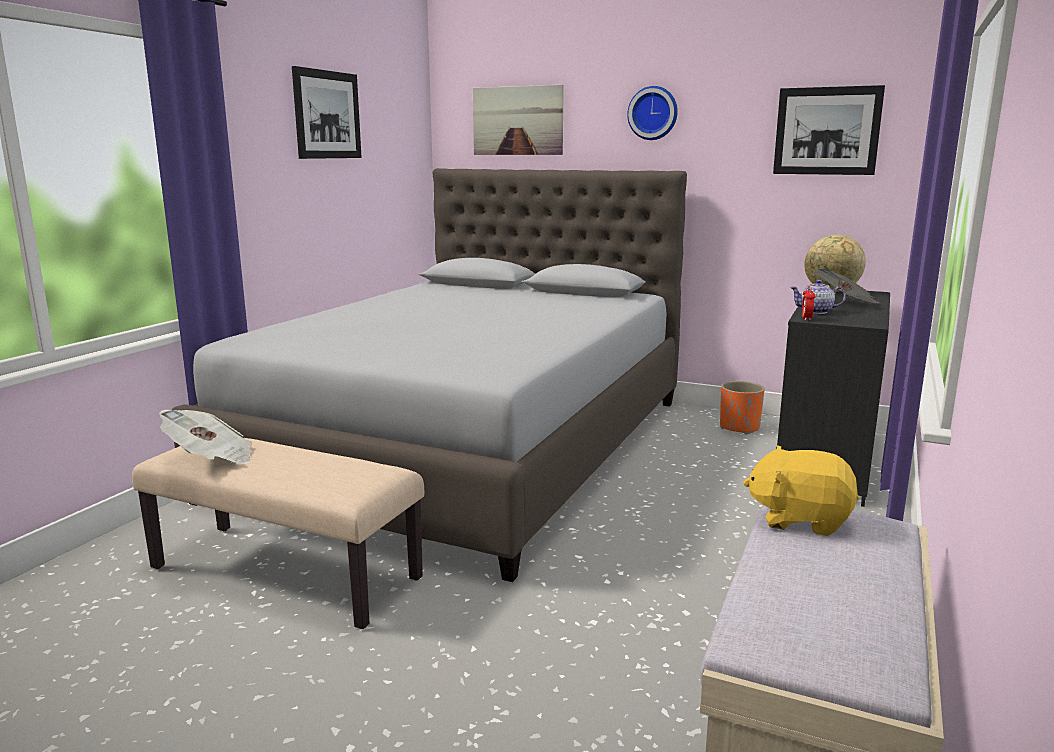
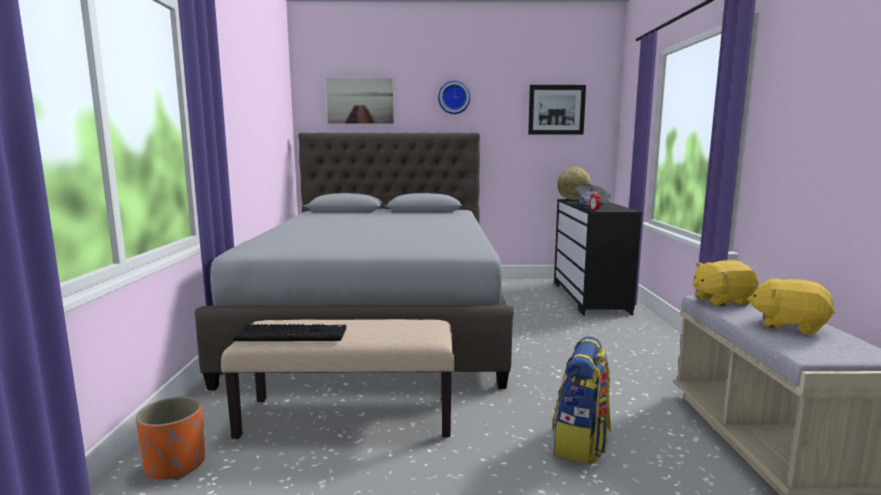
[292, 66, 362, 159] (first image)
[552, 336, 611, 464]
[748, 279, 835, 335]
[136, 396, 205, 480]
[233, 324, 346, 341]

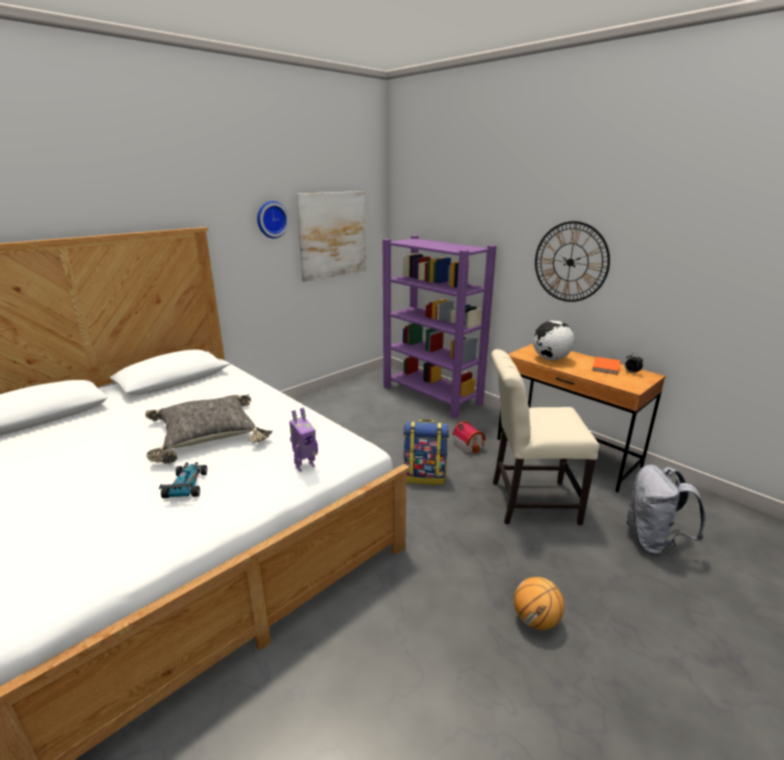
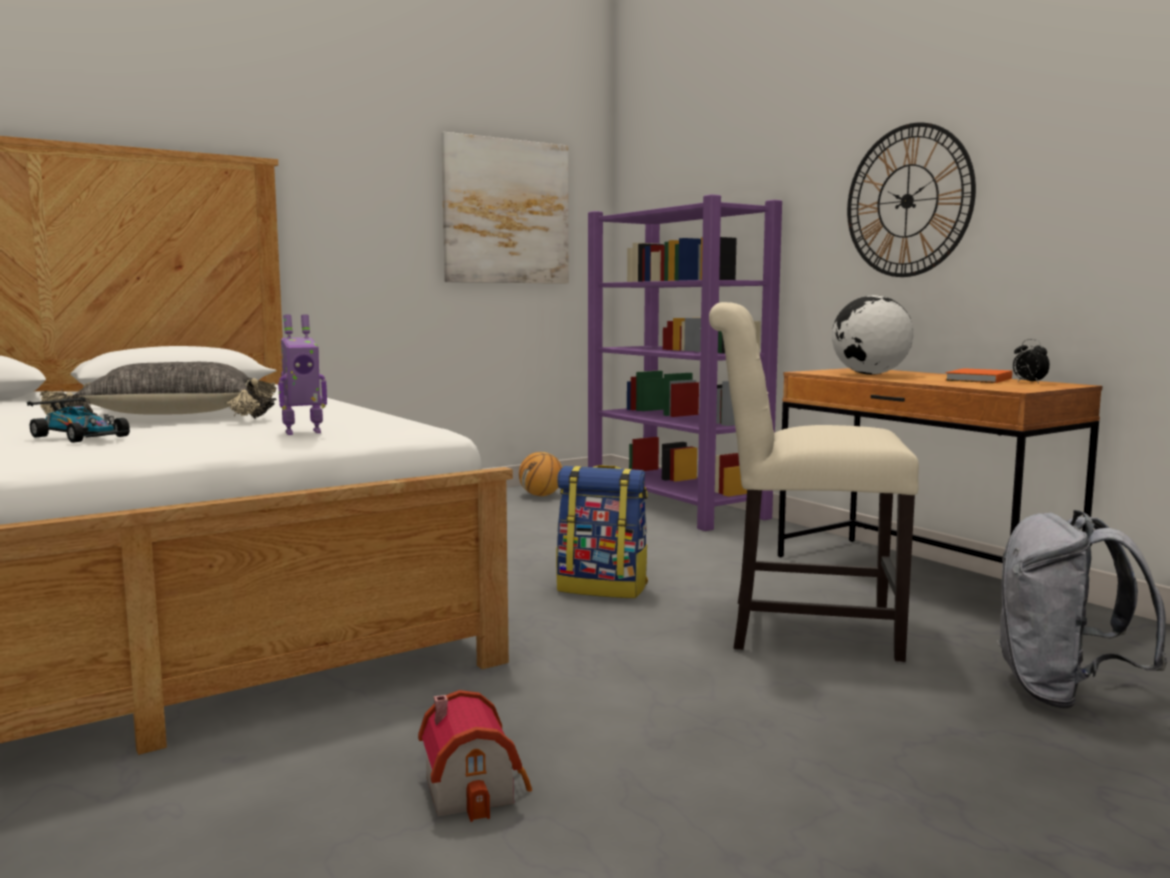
[257, 201, 289, 238] (first image)
[418, 690, 532, 822]
[519, 452, 562, 496]
[27, 390, 130, 443]

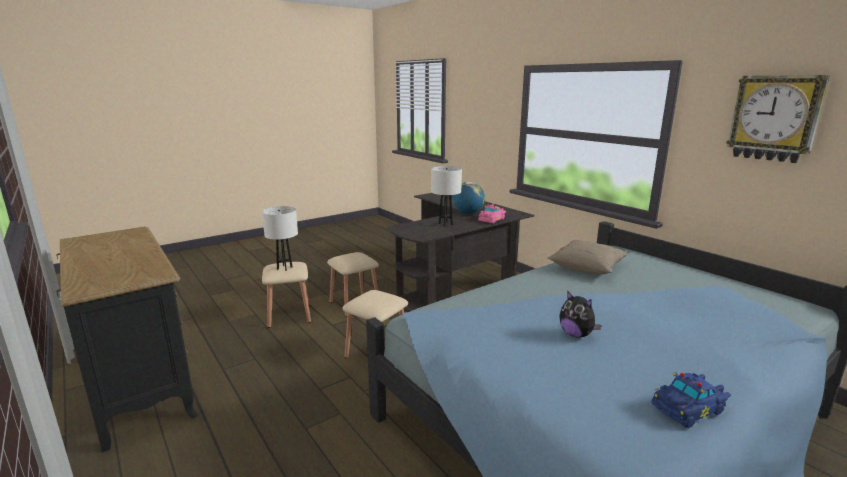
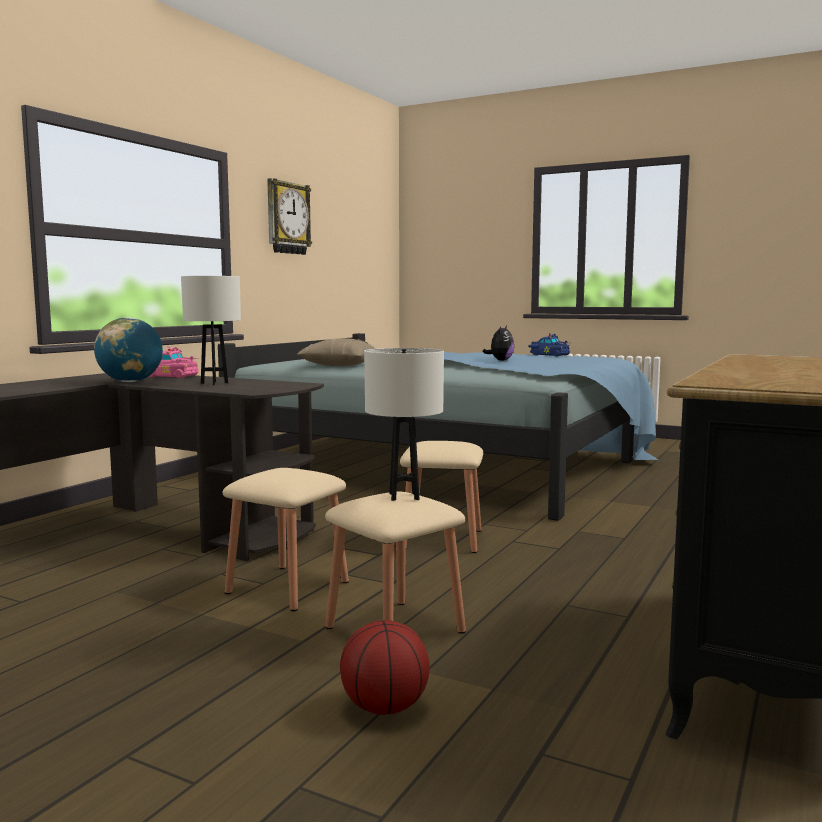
[340, 620, 430, 715]

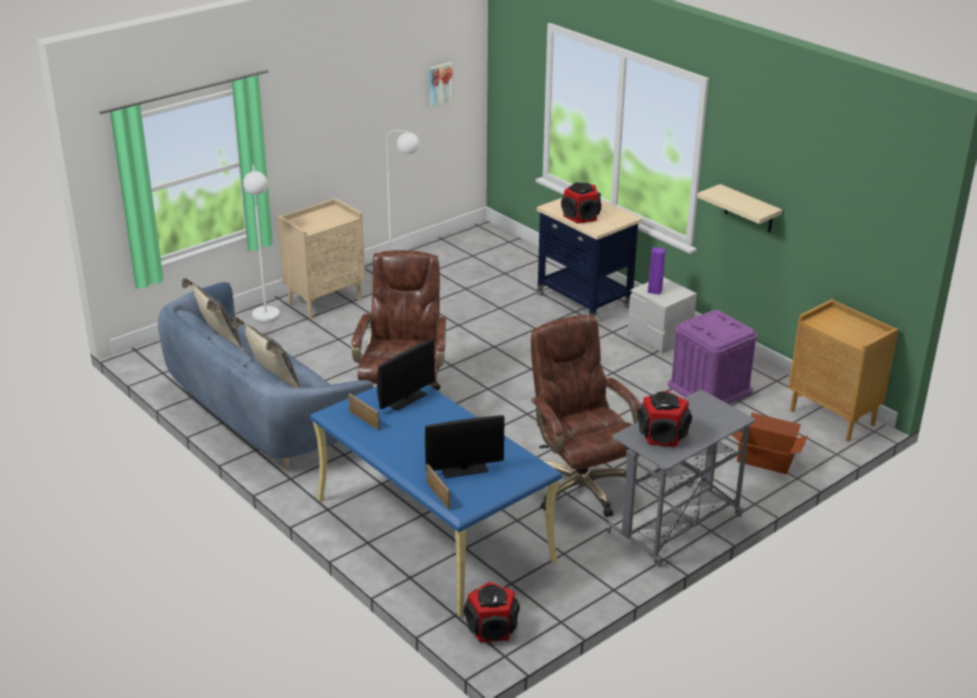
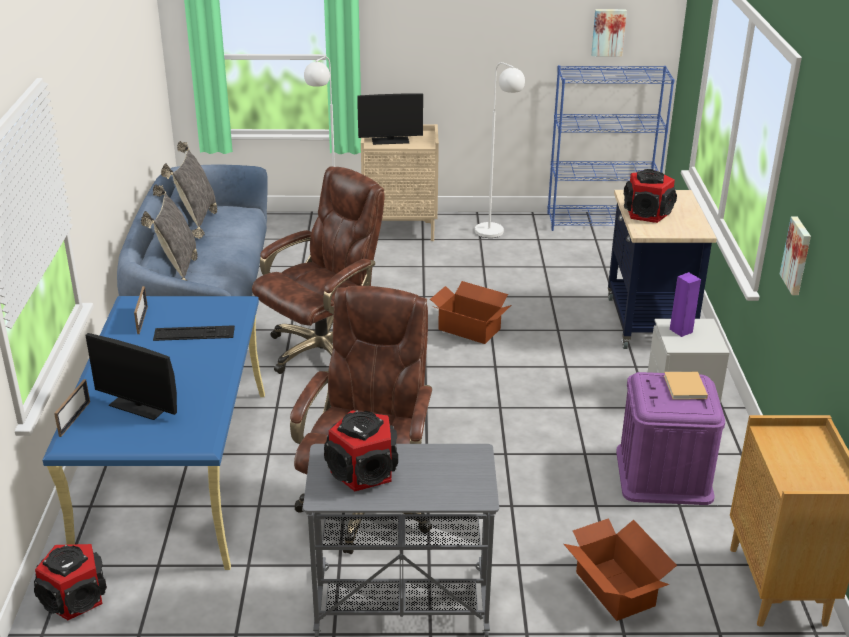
[153, 325, 235, 341]
[430, 281, 511, 344]
[547, 65, 675, 231]
[664, 372, 708, 400]
[357, 93, 423, 145]
[780, 216, 811, 295]

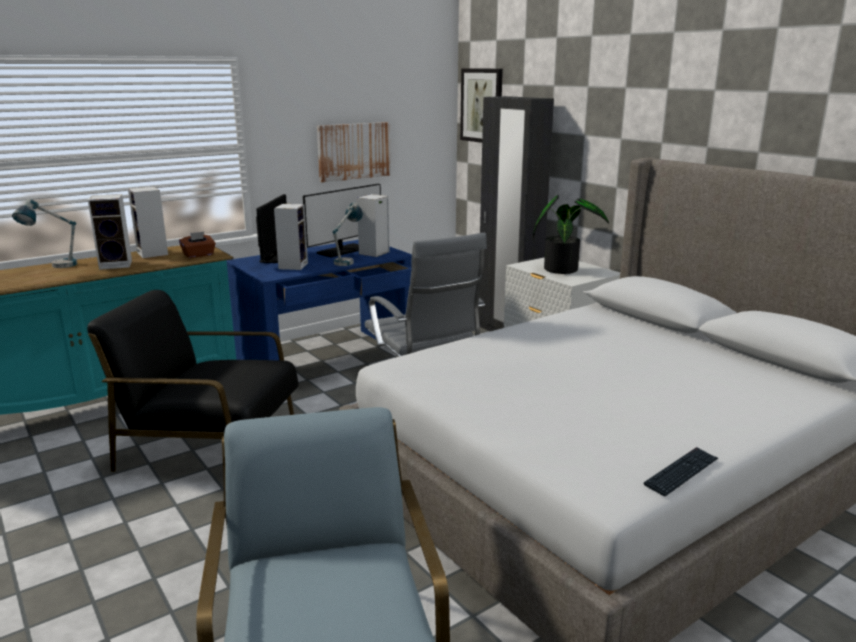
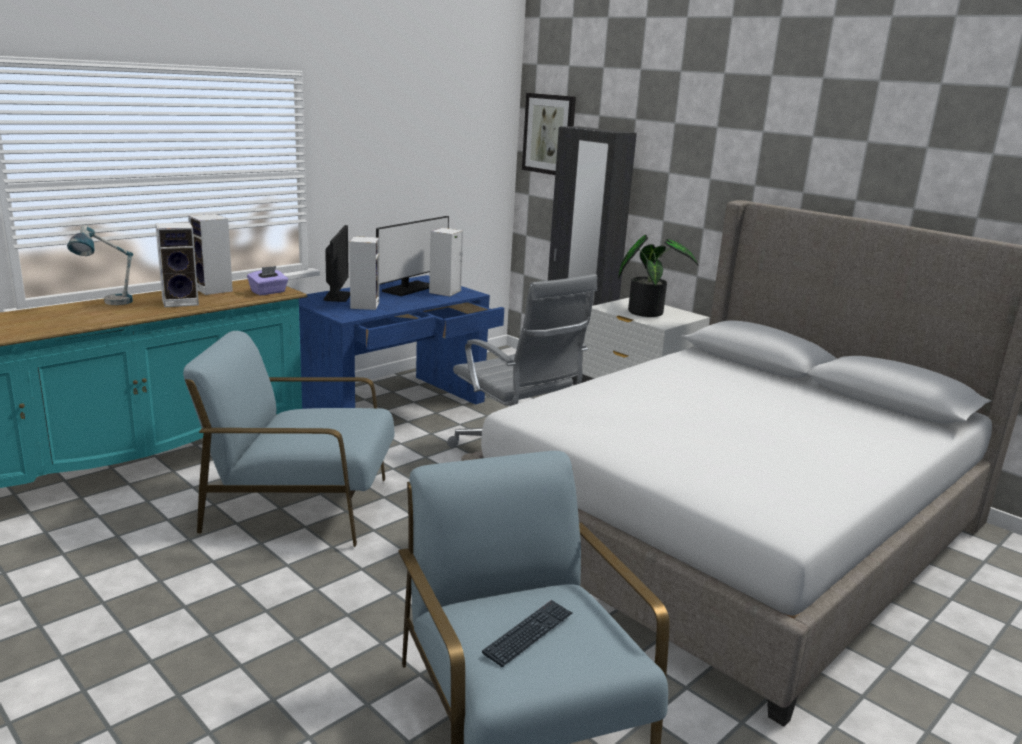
[317, 122, 391, 182] (first image)
[333, 202, 363, 266] (first image)
[482, 600, 572, 667]
[183, 331, 395, 547]
[247, 266, 288, 295]

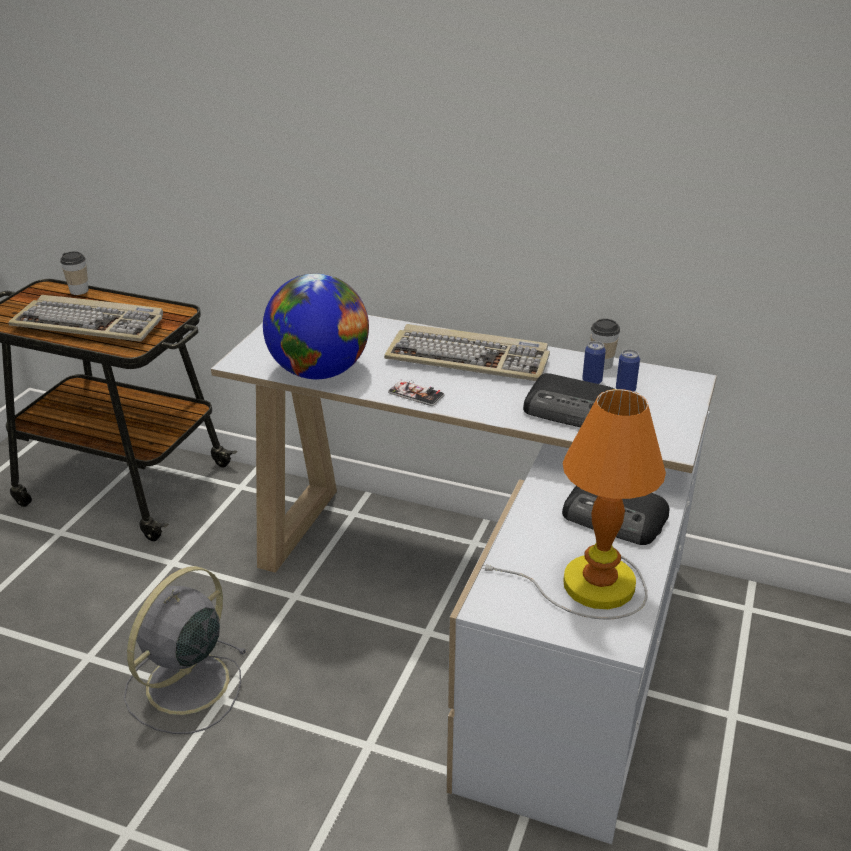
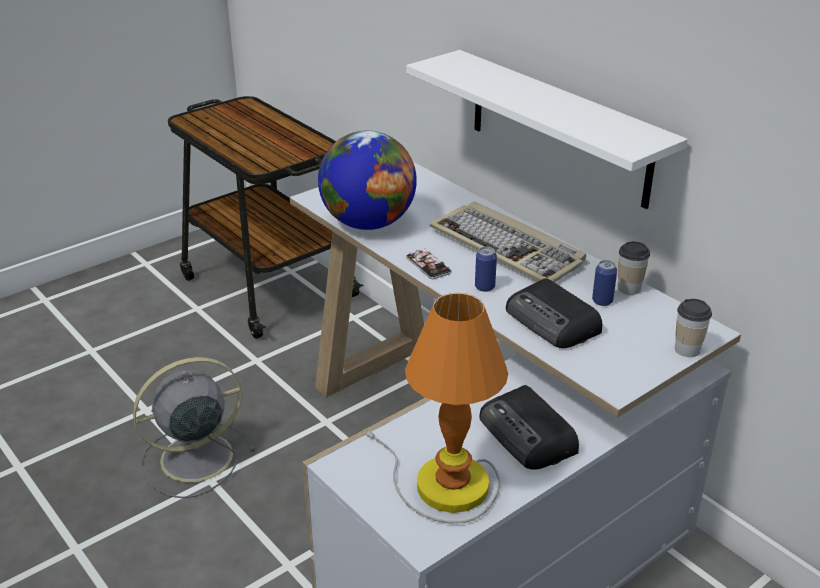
[9, 295, 163, 342] (first image)
[406, 50, 688, 209]
[675, 299, 712, 357]
[475, 246, 497, 292]

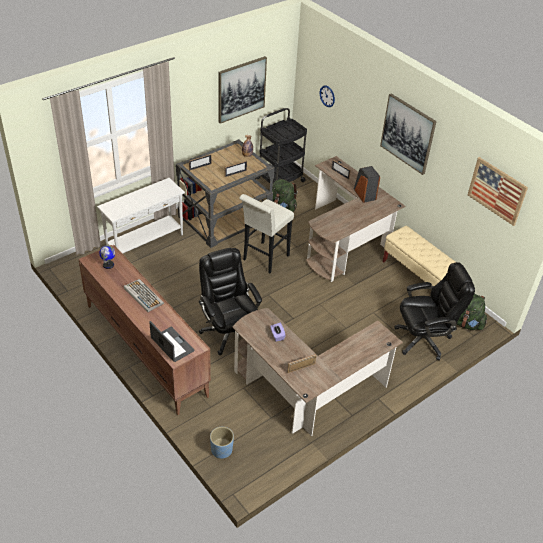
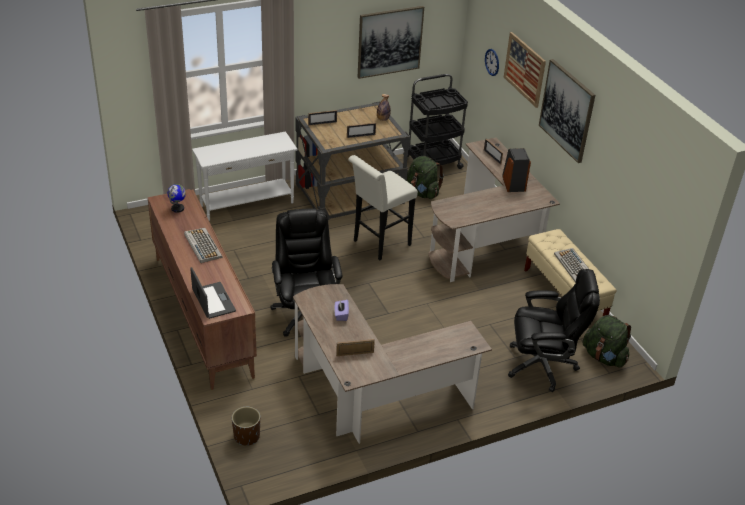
[554, 248, 589, 283]
[504, 32, 546, 108]
[232, 407, 260, 446]

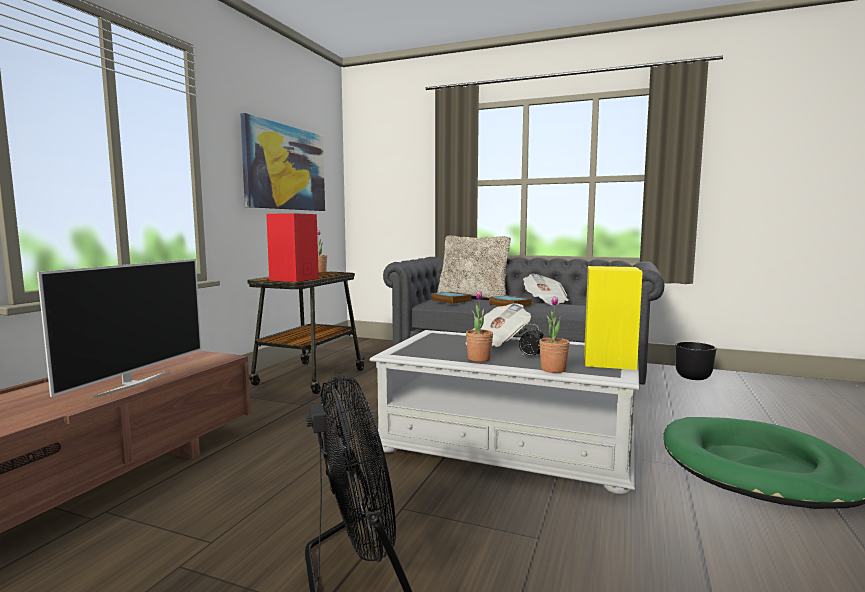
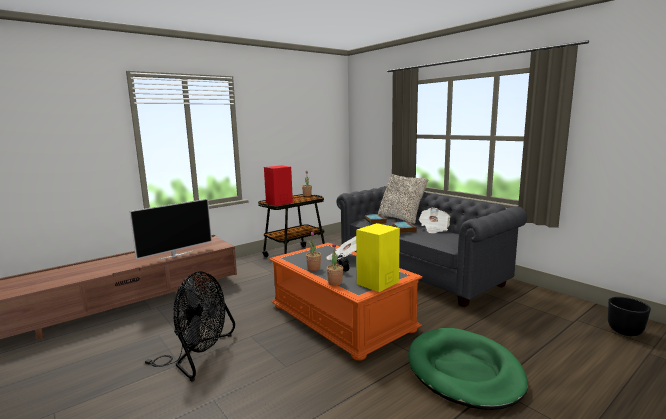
[240, 113, 325, 211] (first image)
[608, 297, 651, 336]
[269, 243, 423, 361]

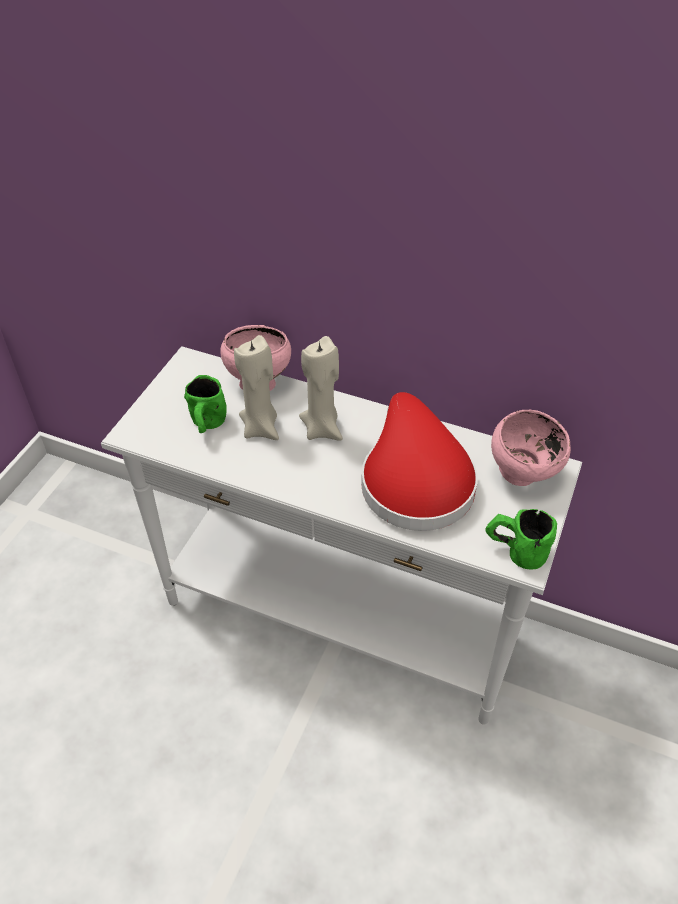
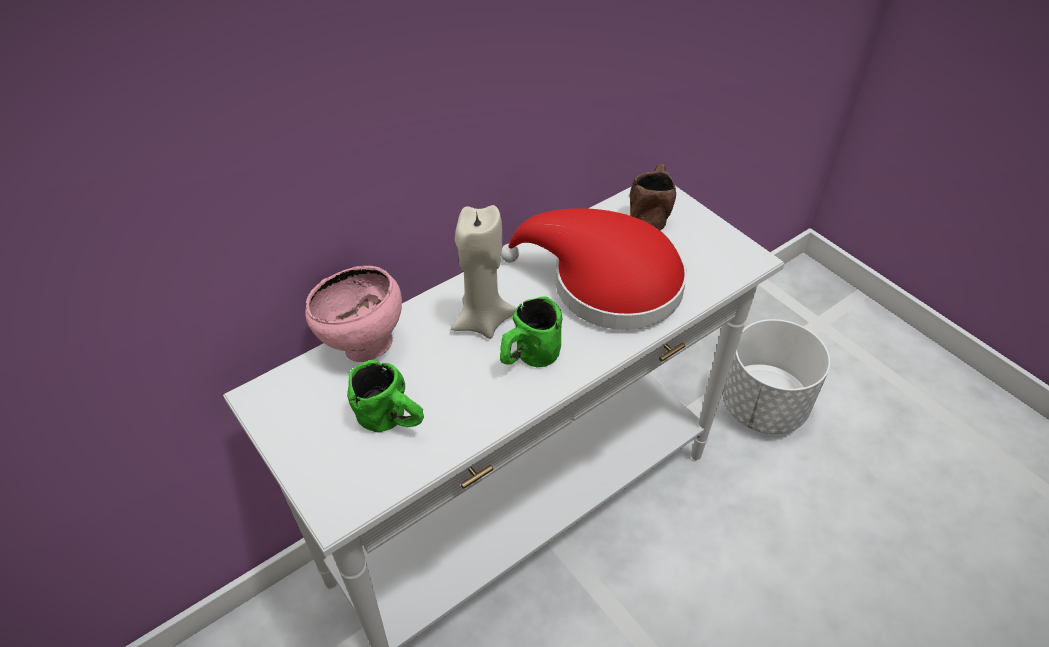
[234, 335, 279, 440] (first image)
[722, 319, 830, 434]
[500, 296, 562, 367]
[630, 163, 676, 230]

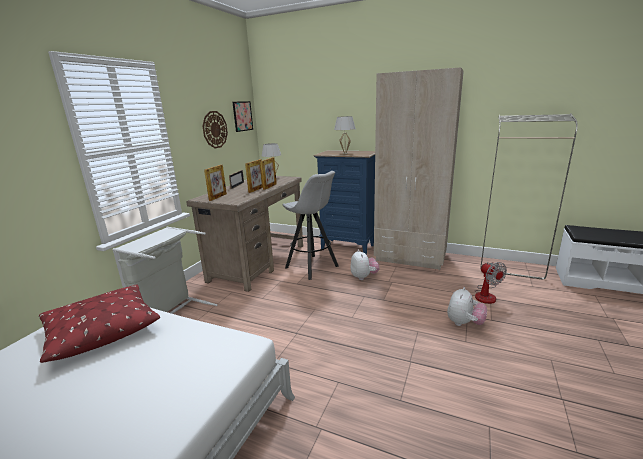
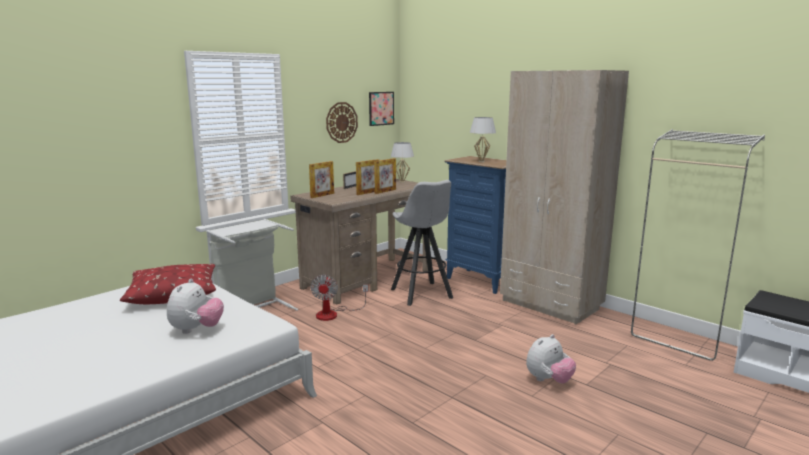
[167, 279, 224, 334]
[310, 275, 368, 321]

